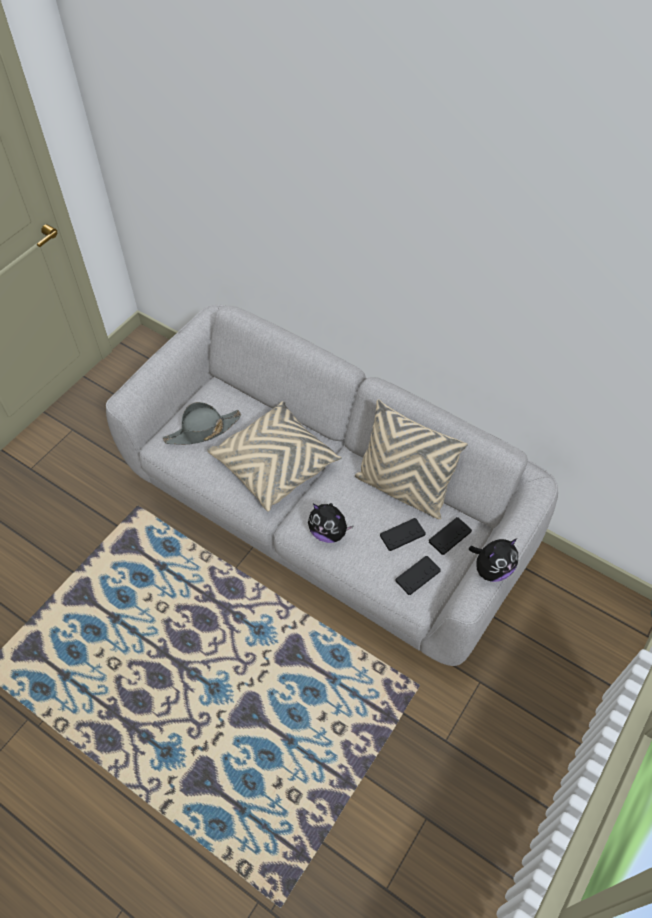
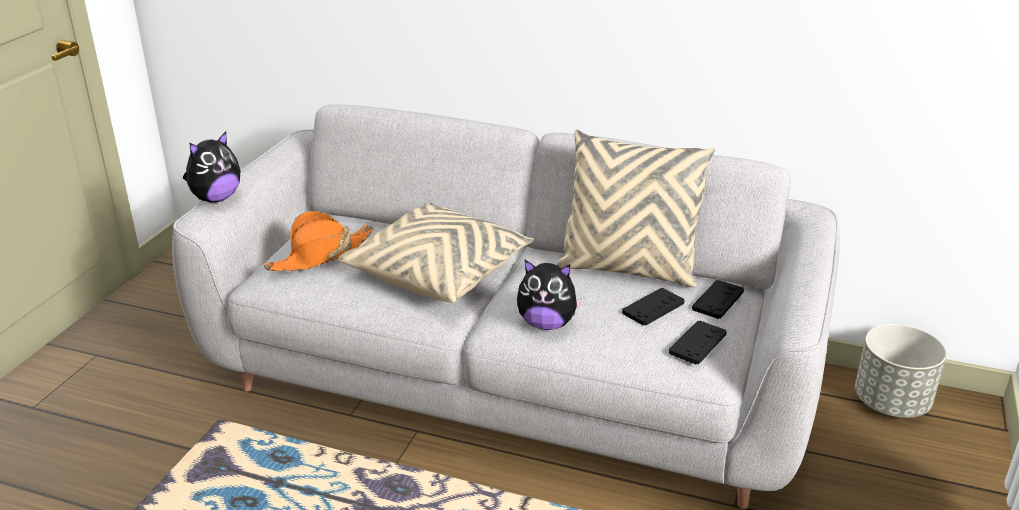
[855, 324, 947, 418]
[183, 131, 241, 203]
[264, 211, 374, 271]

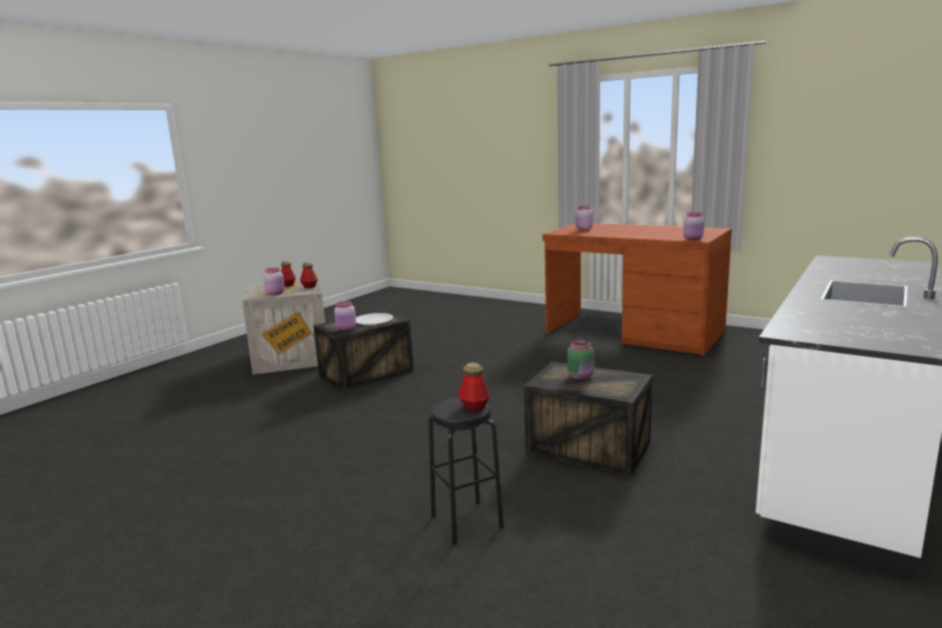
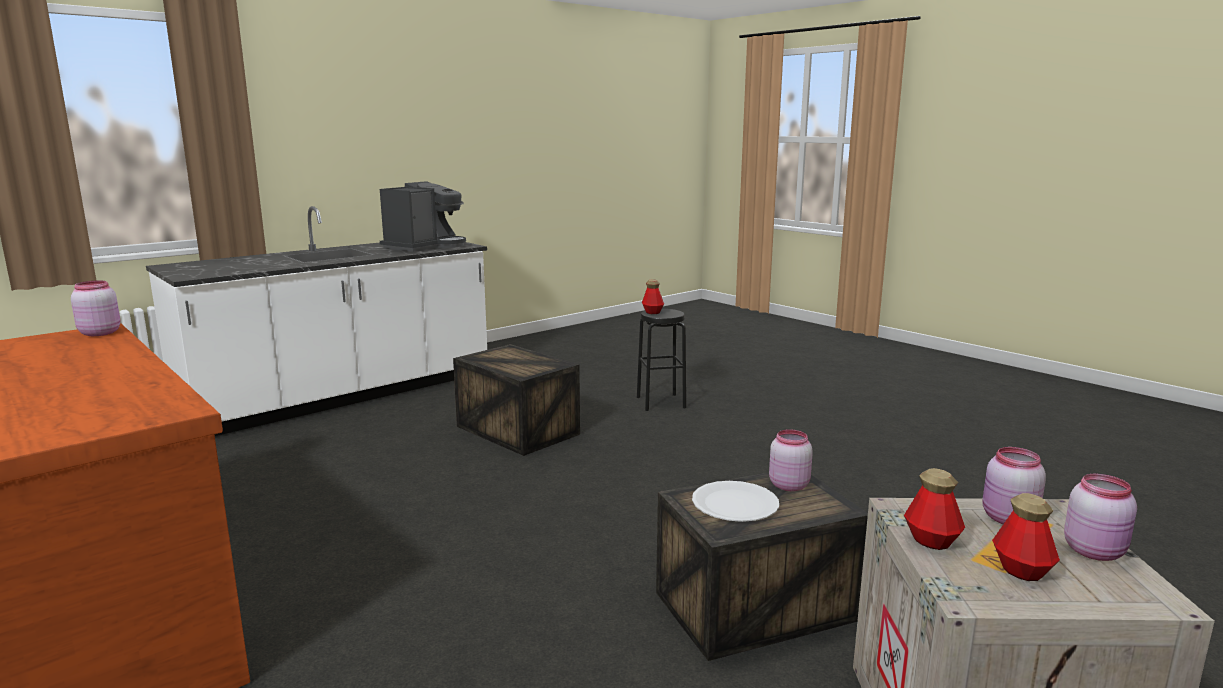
[567, 340, 594, 380] (first image)
[380, 181, 466, 252]
[1064, 474, 1137, 561]

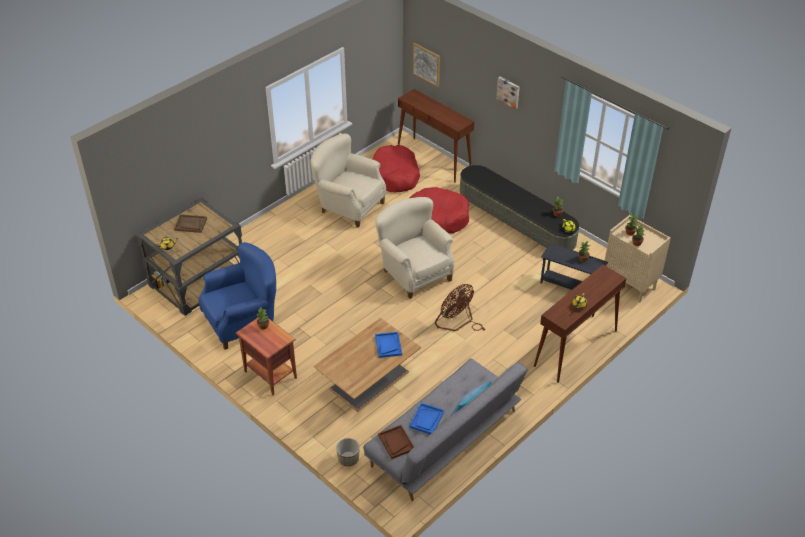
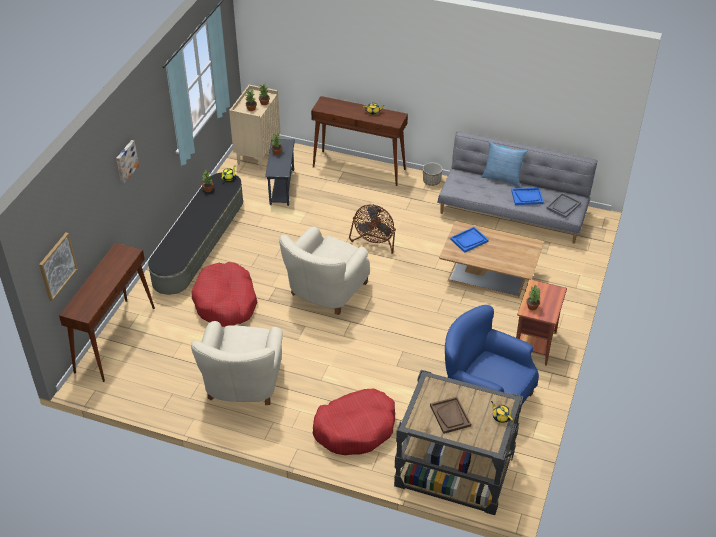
[423, 162, 443, 186]
[312, 389, 395, 455]
[546, 193, 581, 218]

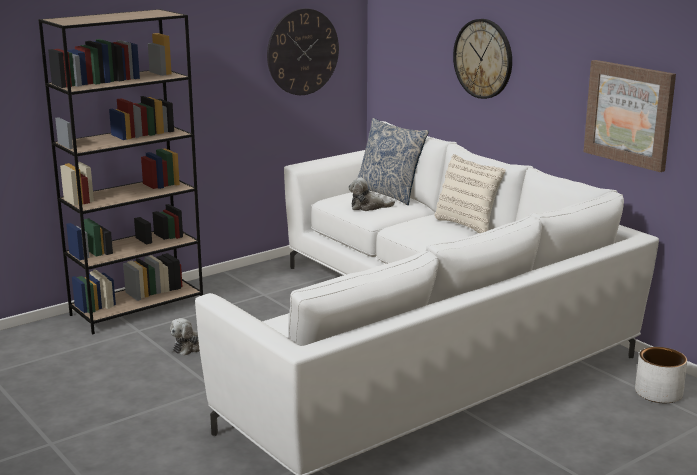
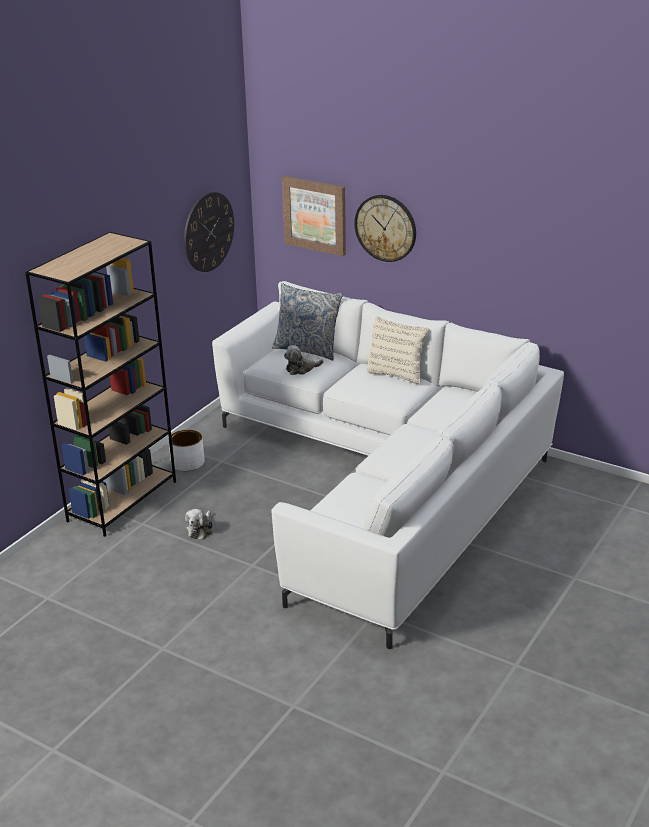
[282, 176, 346, 256]
[169, 430, 205, 471]

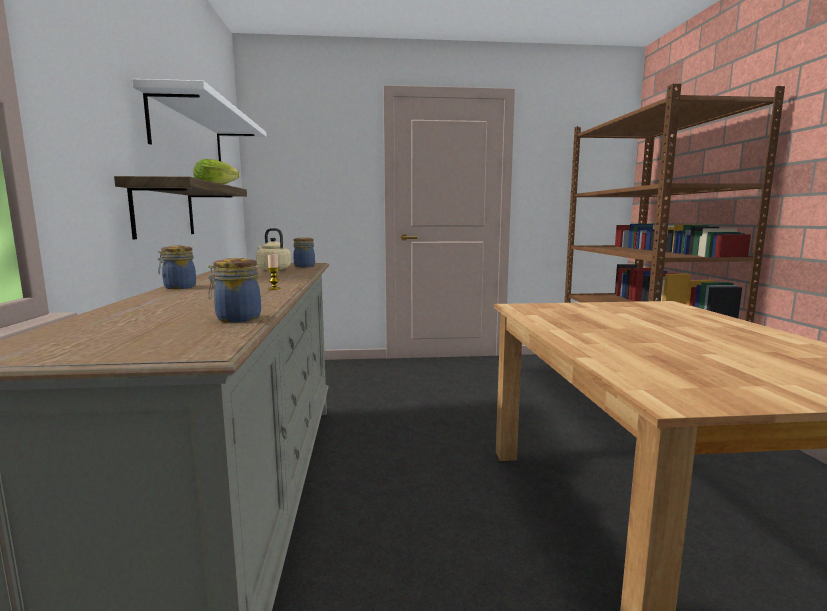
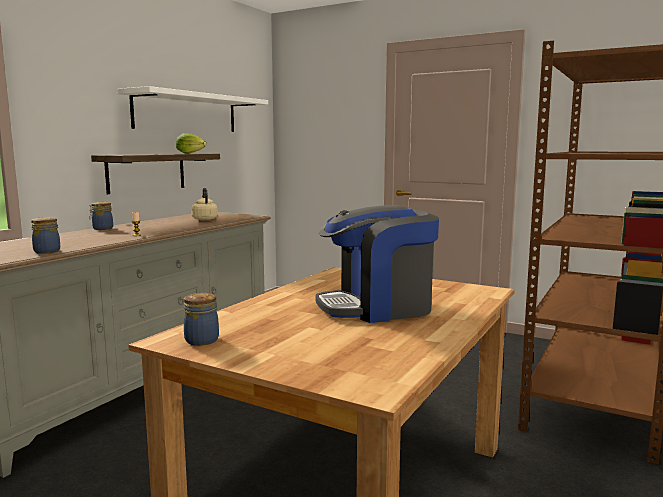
[316, 205, 439, 323]
[183, 293, 219, 346]

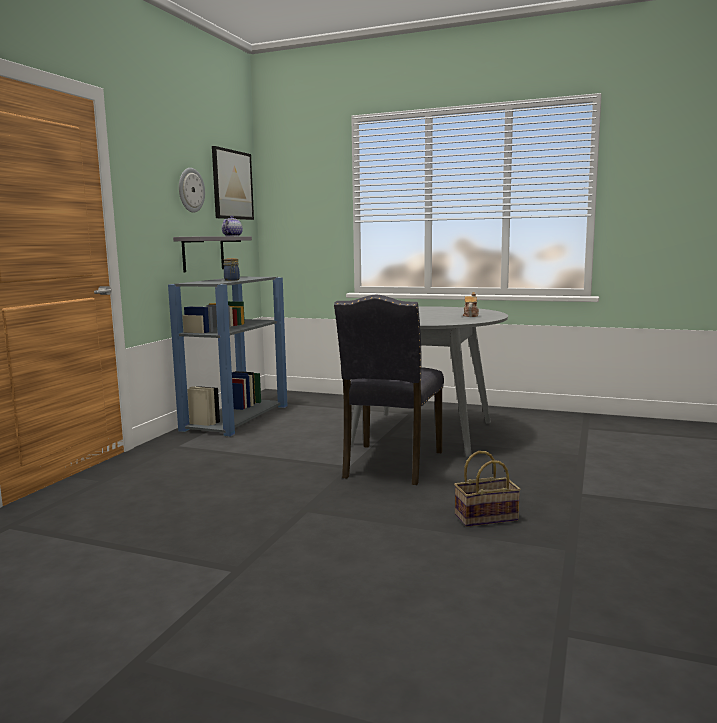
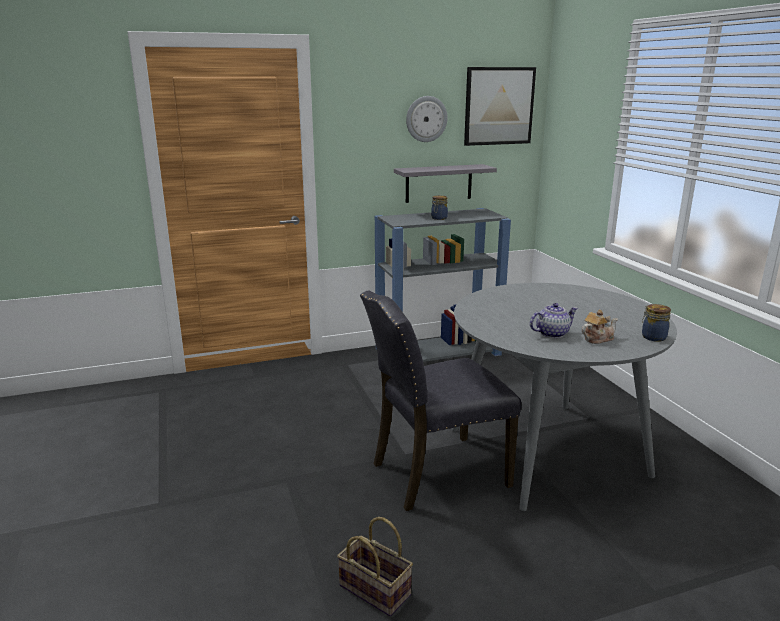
[642, 304, 671, 342]
[530, 303, 578, 338]

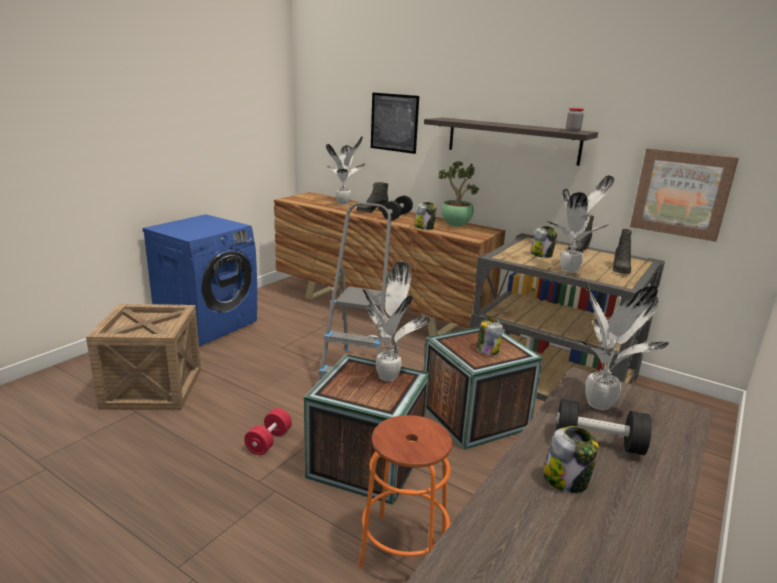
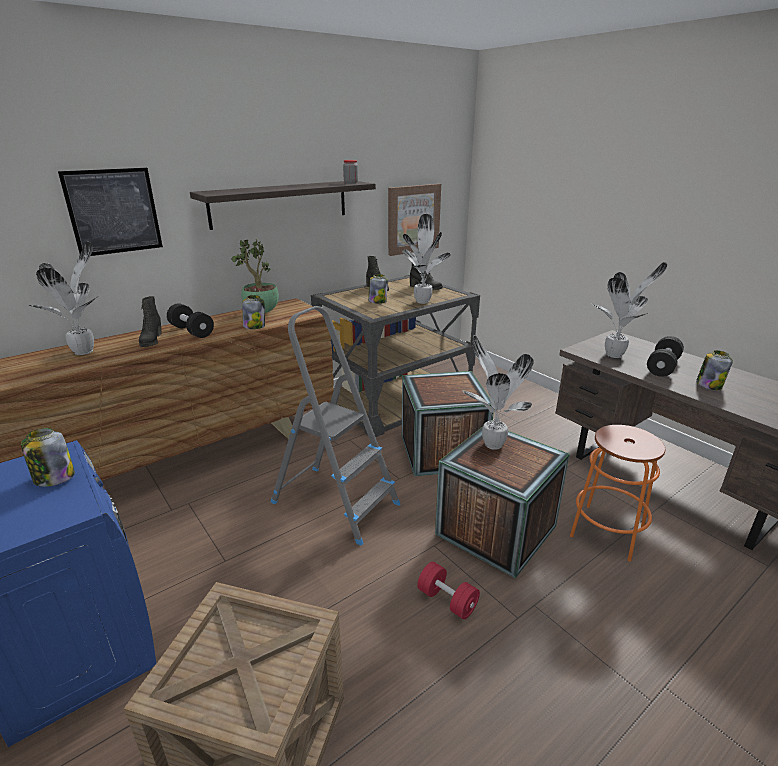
[21, 428, 75, 487]

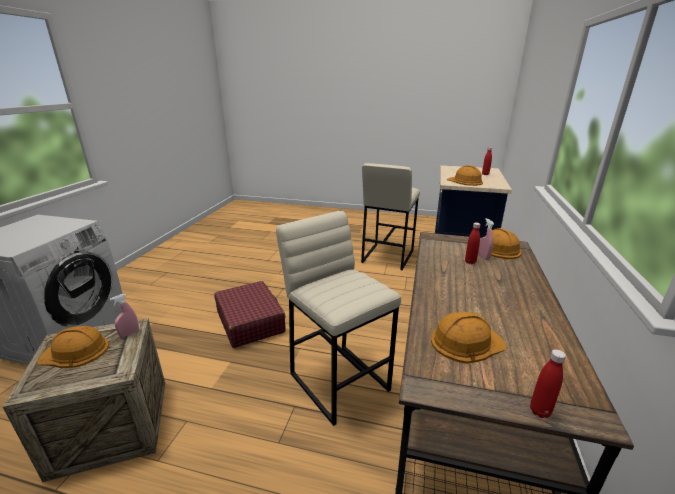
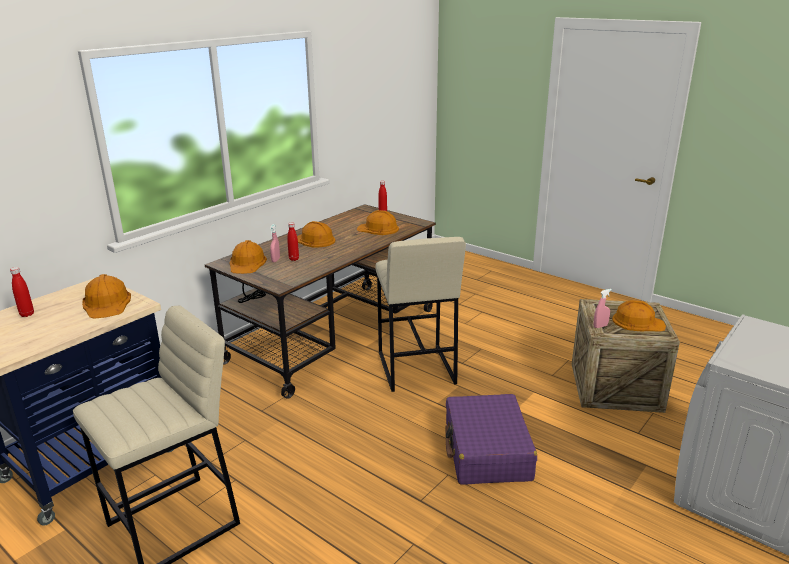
[297, 221, 335, 248]
[445, 394, 537, 485]

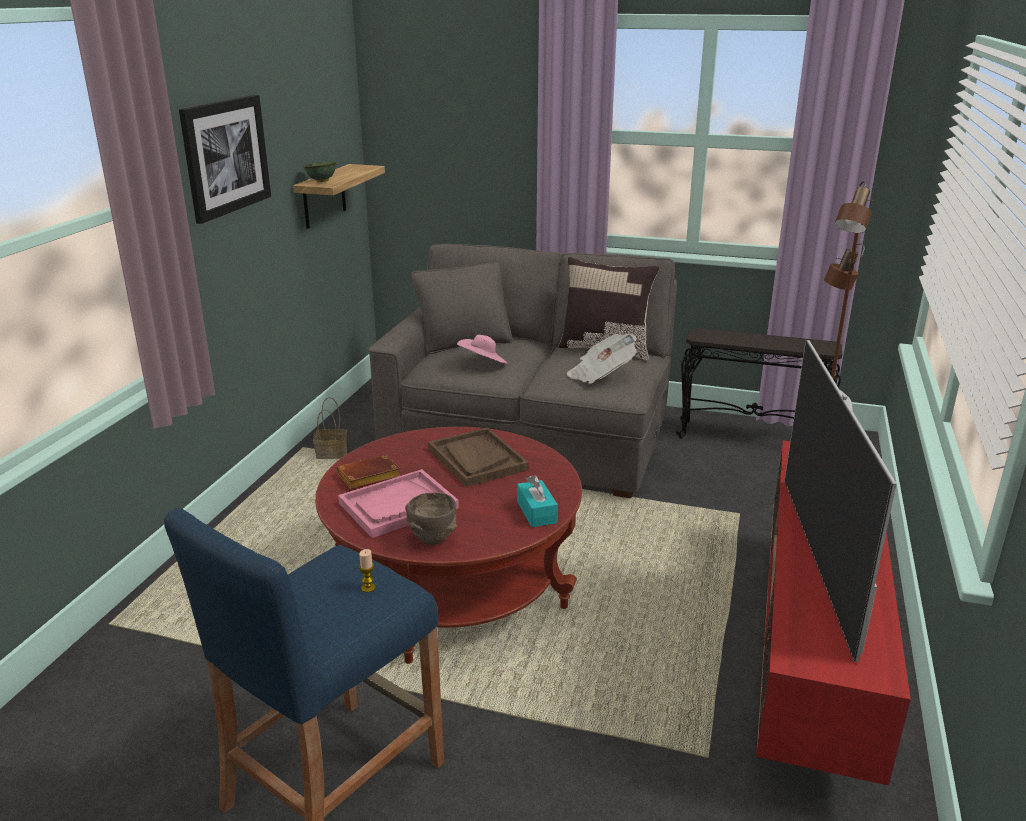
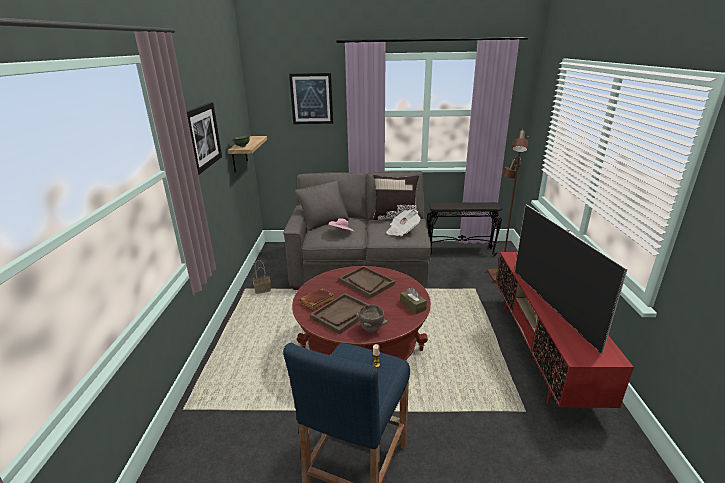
[289, 73, 333, 124]
[310, 293, 370, 335]
[400, 288, 427, 314]

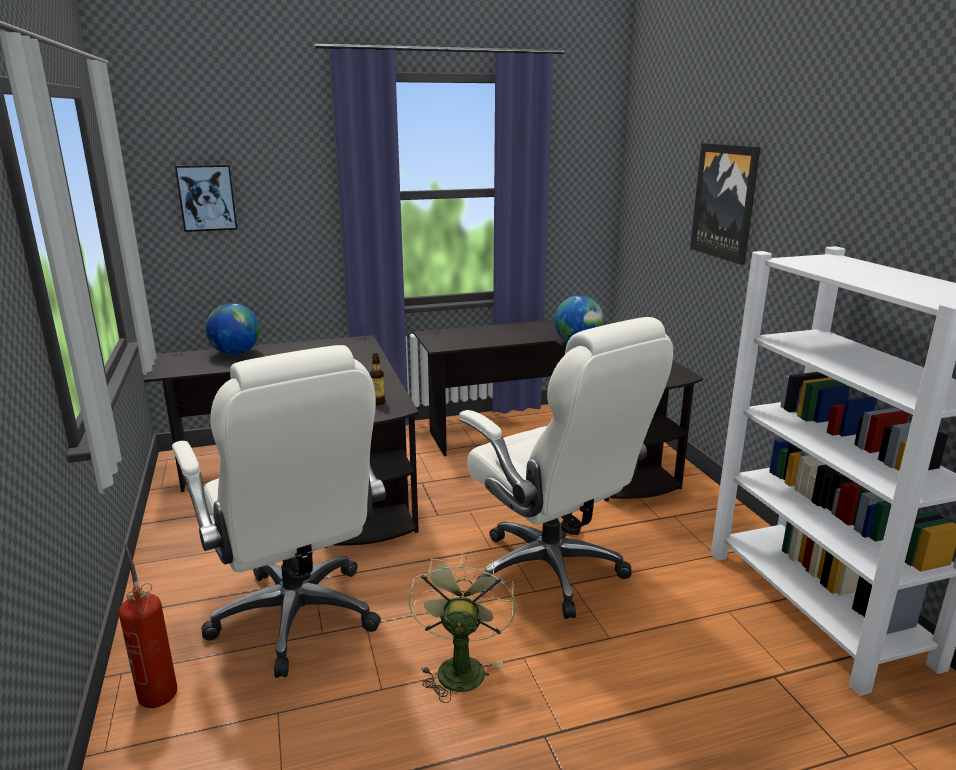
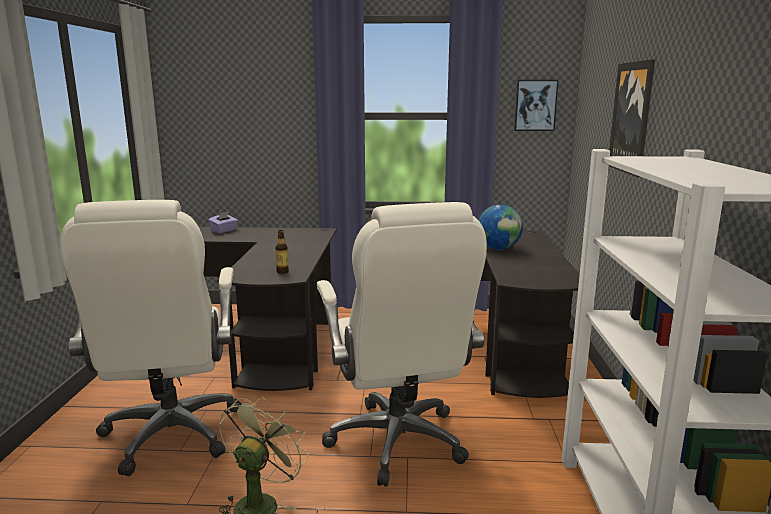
[119, 544, 177, 708] (first image)
[514, 80, 559, 131]
[208, 211, 238, 233]

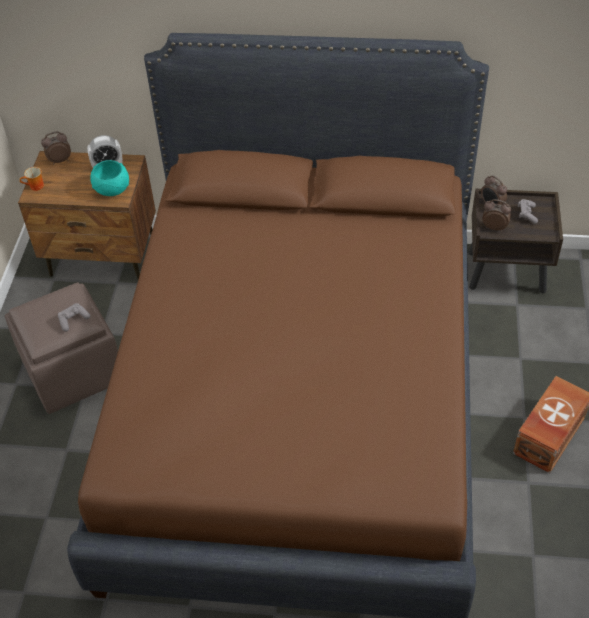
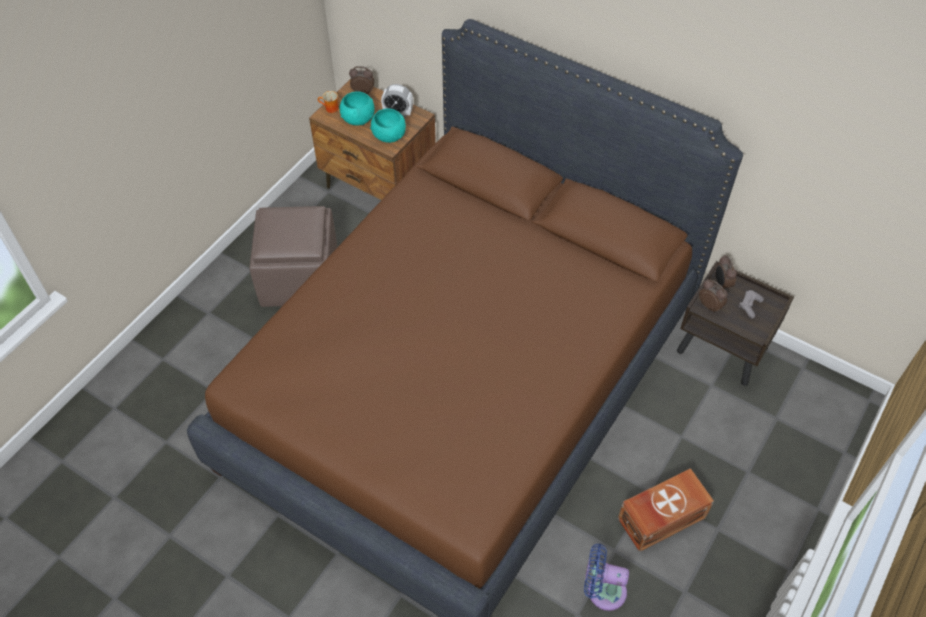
[58, 303, 90, 332] (first image)
[340, 91, 375, 126]
[584, 544, 629, 611]

